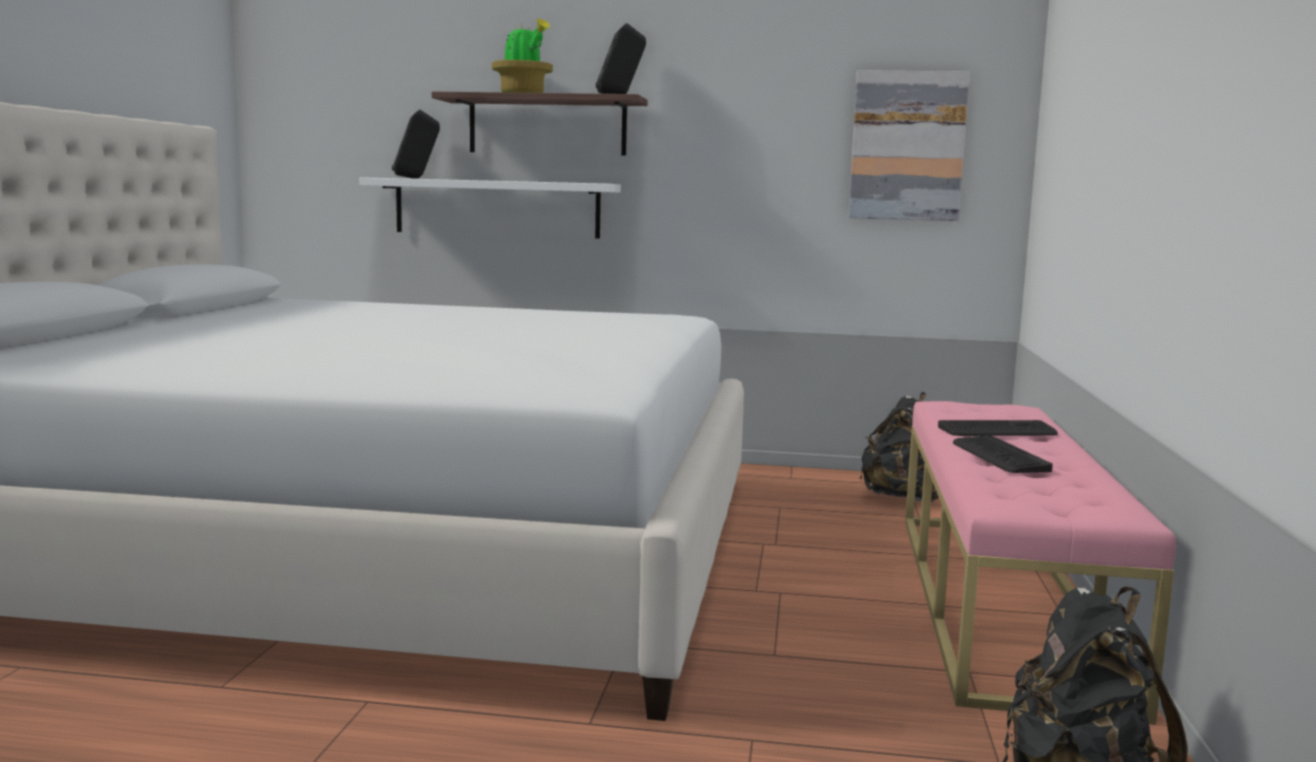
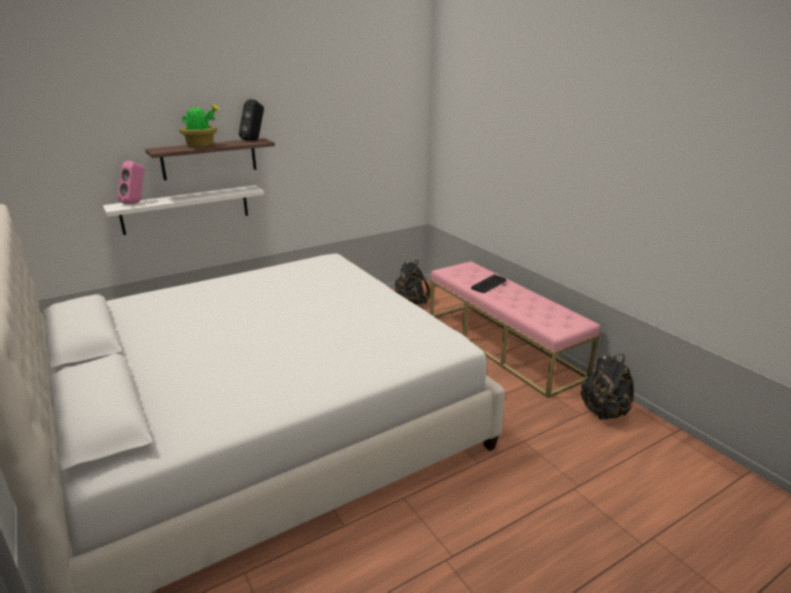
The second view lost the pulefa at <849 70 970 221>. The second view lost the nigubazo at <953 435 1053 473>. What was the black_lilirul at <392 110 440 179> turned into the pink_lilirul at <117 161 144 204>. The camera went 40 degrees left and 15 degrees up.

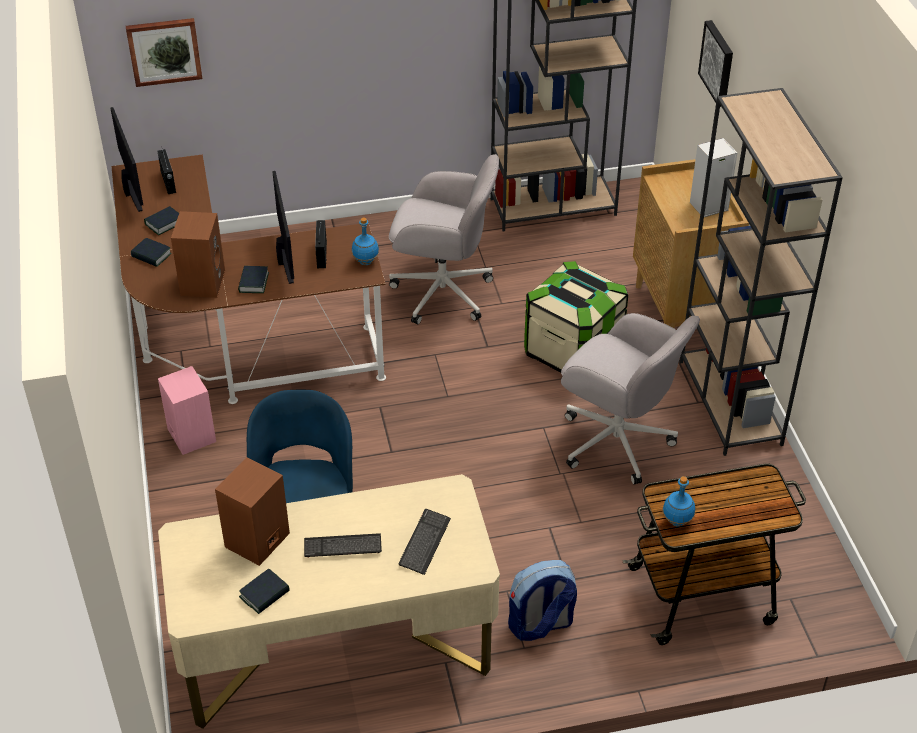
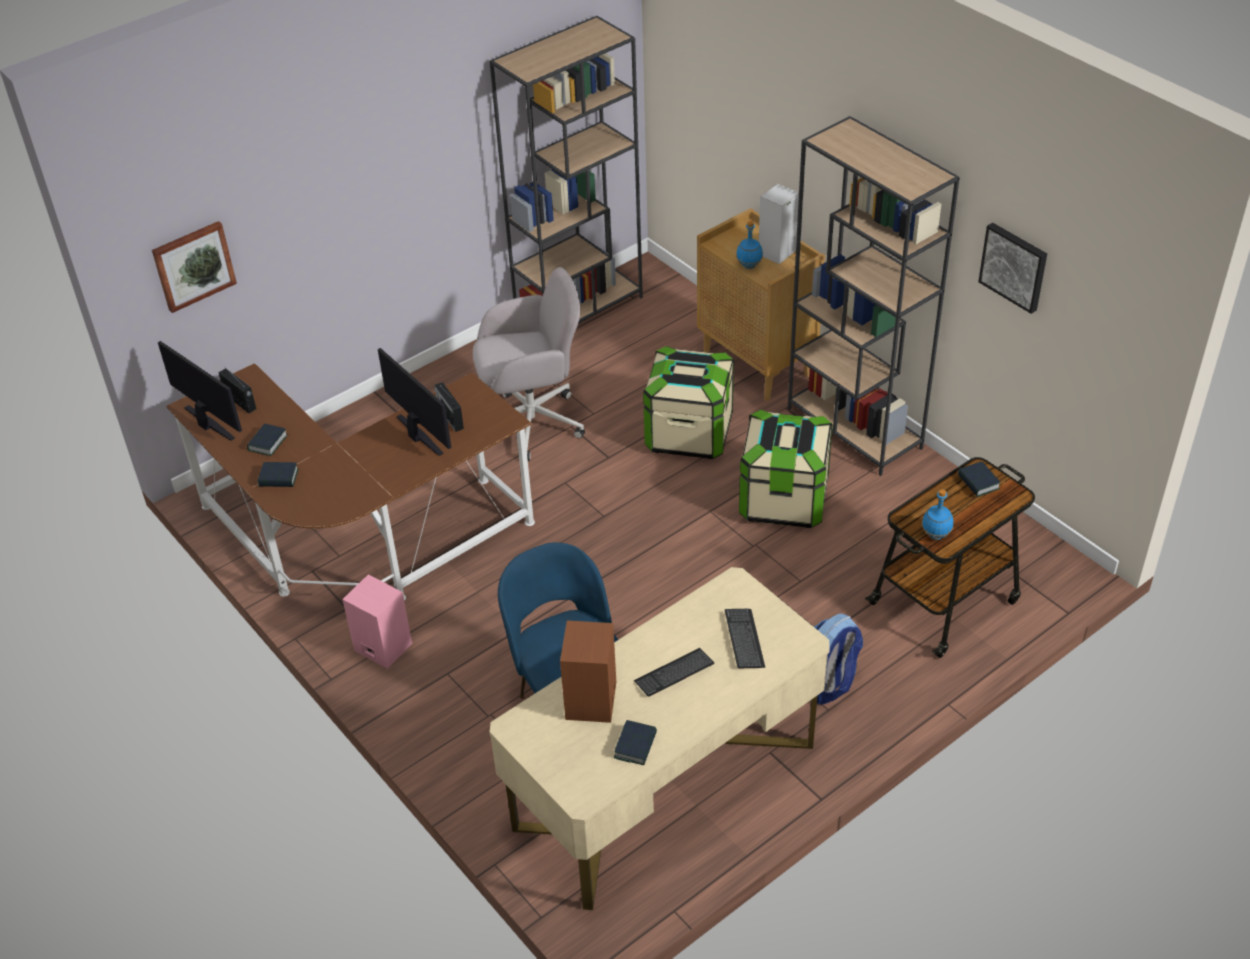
The second view lost the brown_lilirul at <171 211 225 298>. The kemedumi ended up elsewhere, having gone from <238 266 269 293> to <958 461 1001 497>. The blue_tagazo ended up elsewhere, having gone from <352 217 379 265> to <736 221 763 269>. The pulefa ended up elsewhere, having gone from <698 20 733 107> to <978 223 1047 314>. Where the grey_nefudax stood at <561 313 700 485>, the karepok came to stand at <739 410 833 528>. The camera went 25 degrees left and 0 degrees up.

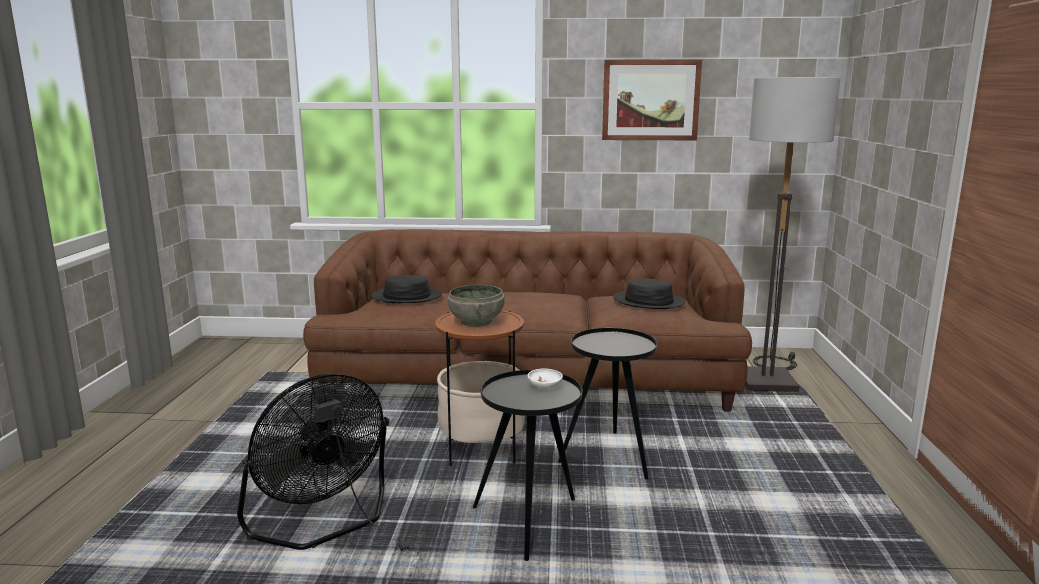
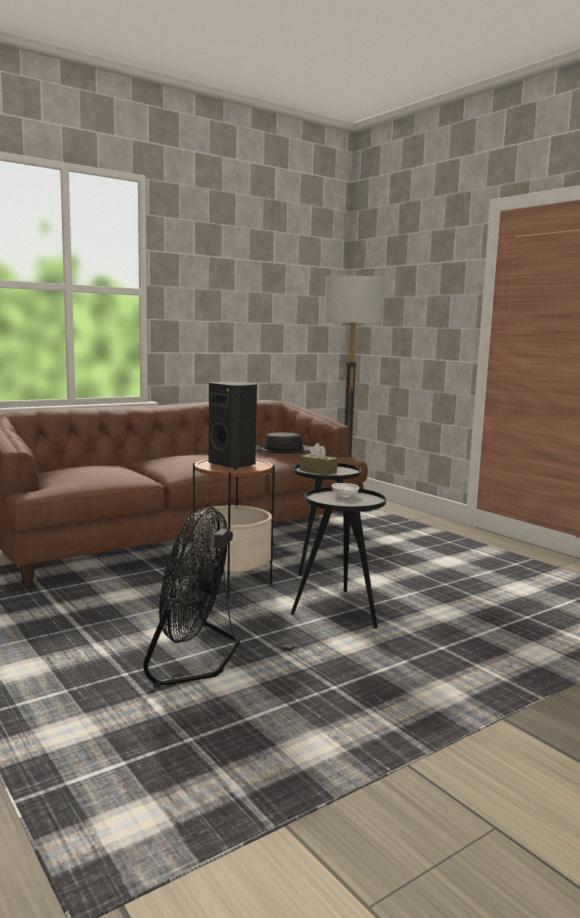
The second view lost the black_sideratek at <371 275 442 303>. The second view lost the pulefa at <602 59 702 140>. The second view gained the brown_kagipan at <300 443 338 475>. Where the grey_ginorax stood at <448 285 505 327>, the black_lilirul came to stand at <209 382 257 469>. The camera went 40 degrees left and 5 degrees down.

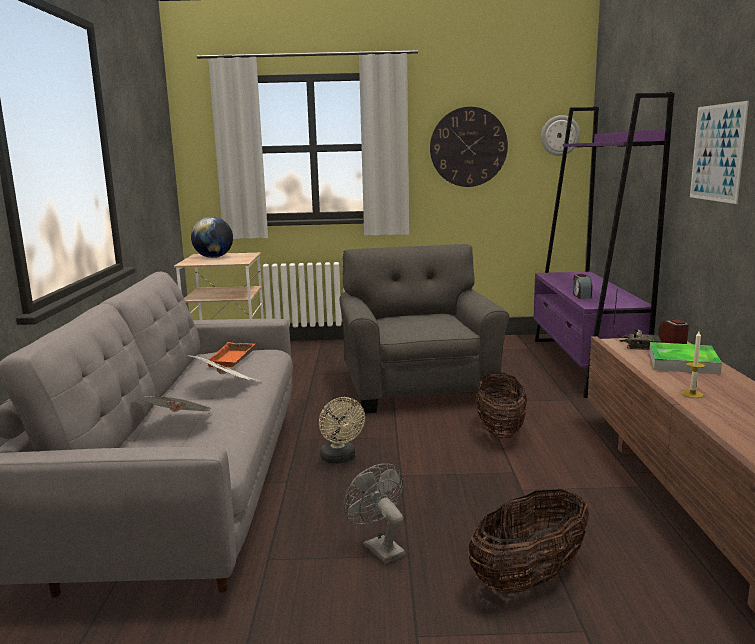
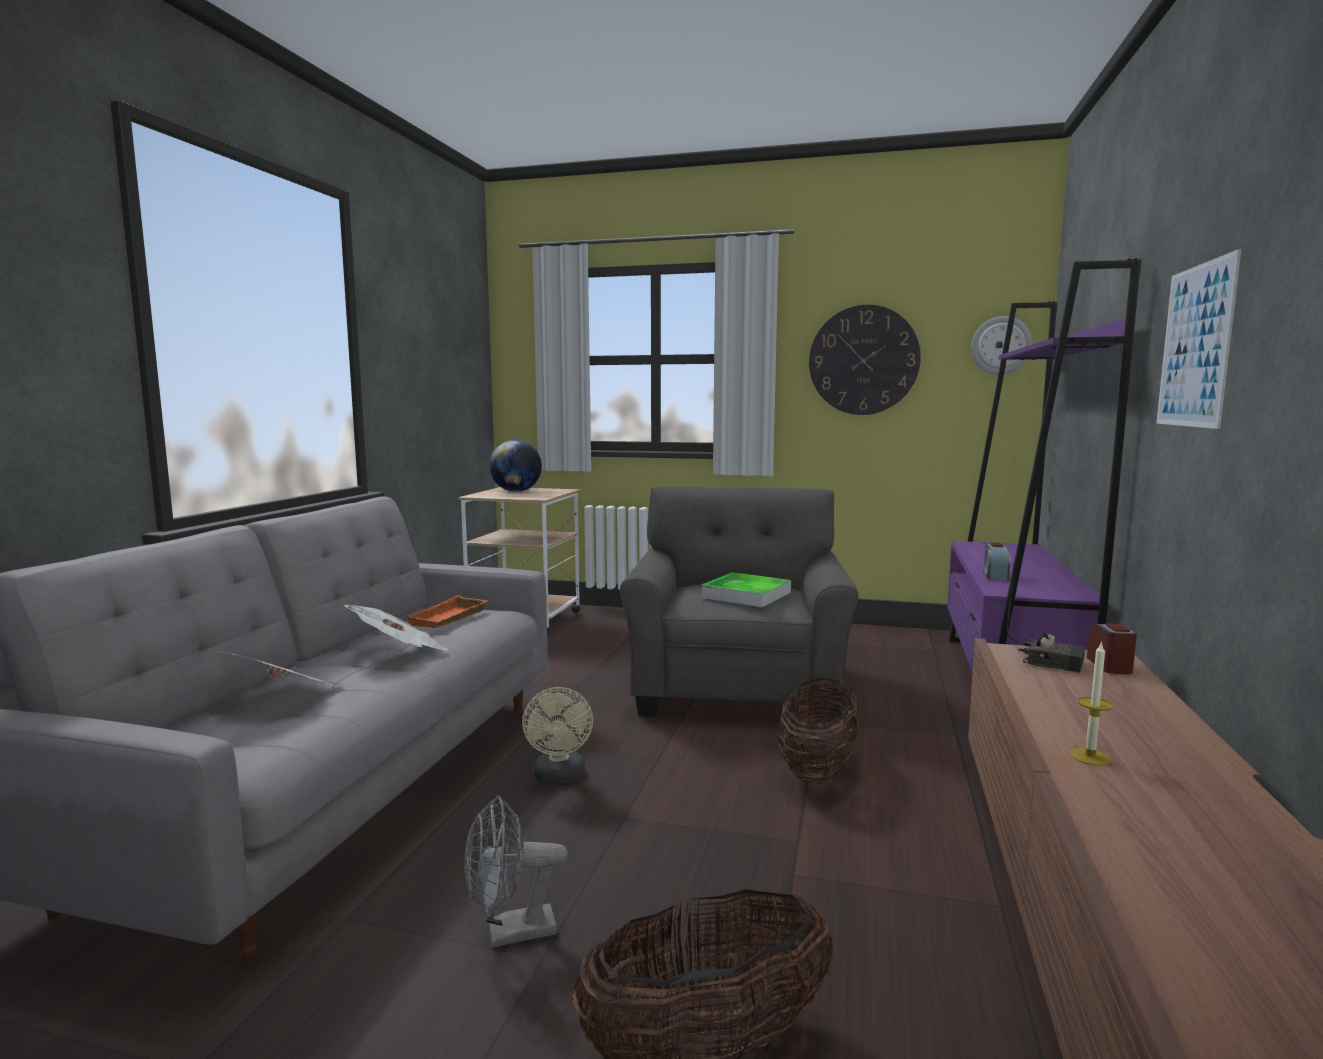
The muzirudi ended up elsewhere, having gone from <649 342 722 375> to <701 572 791 607>. The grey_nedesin at <343 463 405 564> ended up facing another way, 90 degrees counterclockwise from before. The camera went 15 degrees right and 5 degrees down.

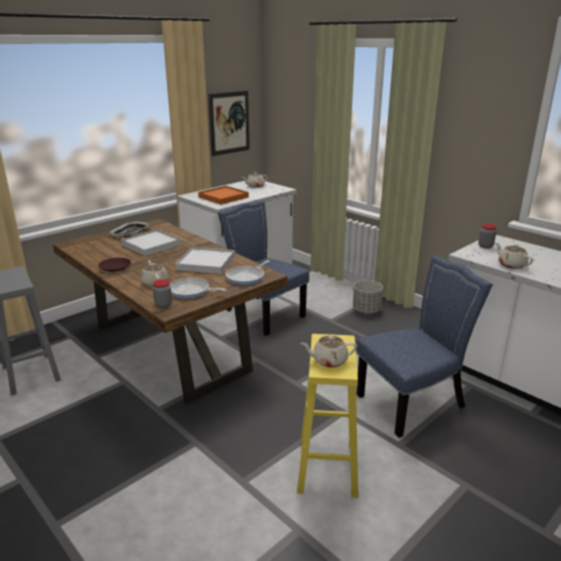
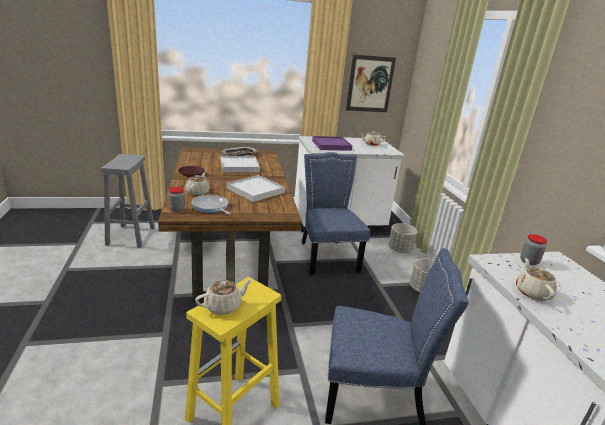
The second view lost the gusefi at <226 260 270 285>. The second view gained the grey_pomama at <388 223 418 253>. What was the orange_muzirudi at <198 186 249 205> turned into the purple_muzirudi at <312 136 352 151>. The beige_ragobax at <301 336 357 368> ended up facing another way, 120 degrees clockwise from before. The camera went 30 degrees right and 0 degrees up.

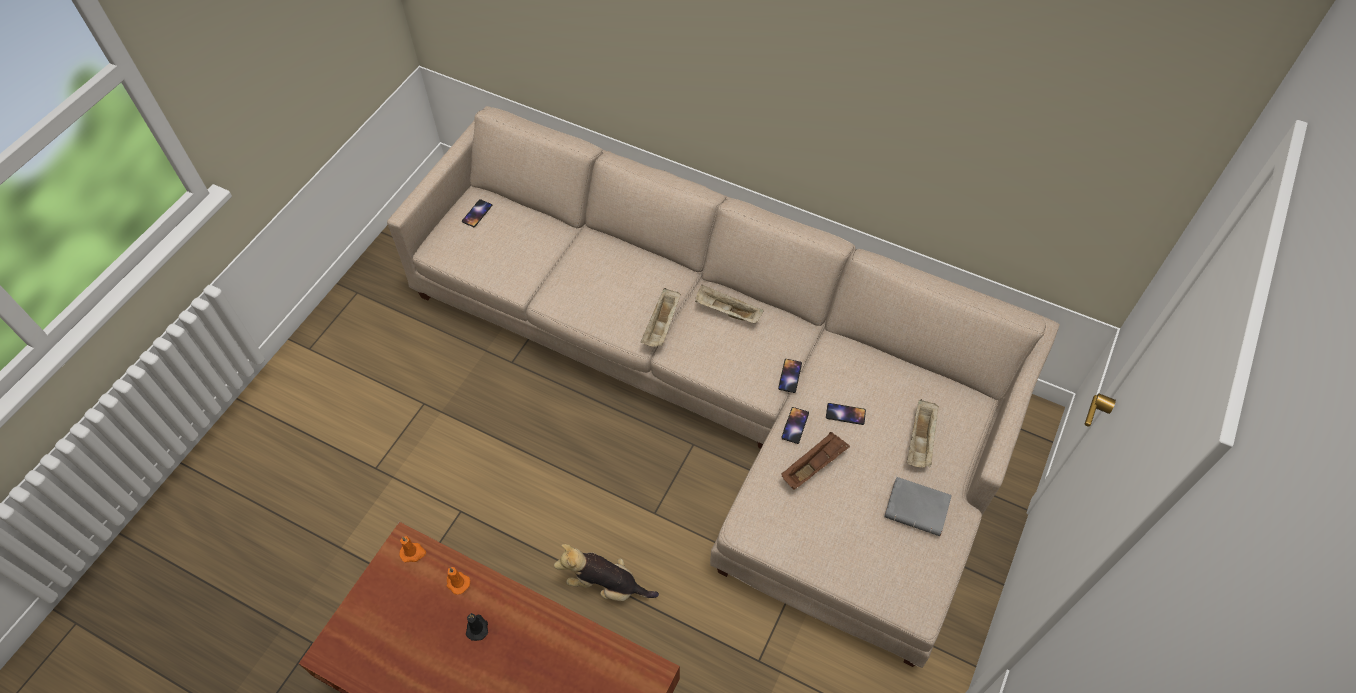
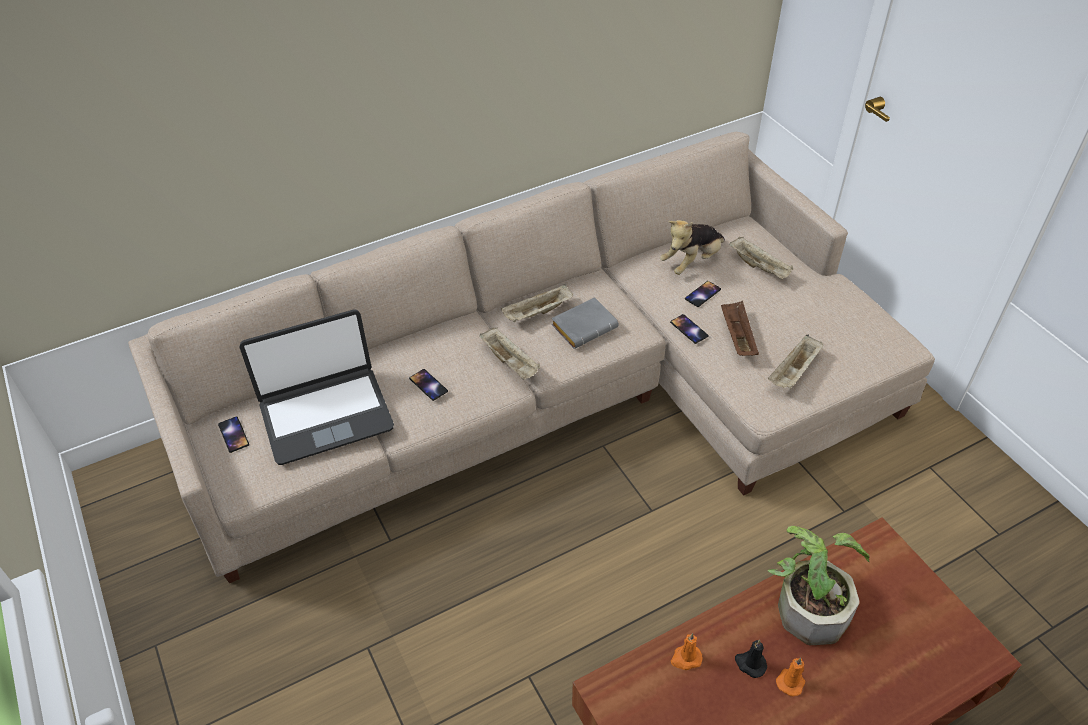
The second view gained the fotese at <239 310 394 465>. The second view gained the beige_muzirudi at <768 334 824 389>. The second view gained the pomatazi at <768 526 870 645>. The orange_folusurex ended up elsewhere, having gone from <399 536 426 563> to <776 658 805 696>. The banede ended up elsewhere, having gone from <554 544 659 601> to <660 220 725 275>. The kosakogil ended up elsewhere, having gone from <778 359 802 393> to <409 369 448 401>. The grey_kemedumi ended up elsewhere, having gone from <884 477 952 536> to <551 297 619 349>. The camera went 55 degrees left and 10 degrees down.

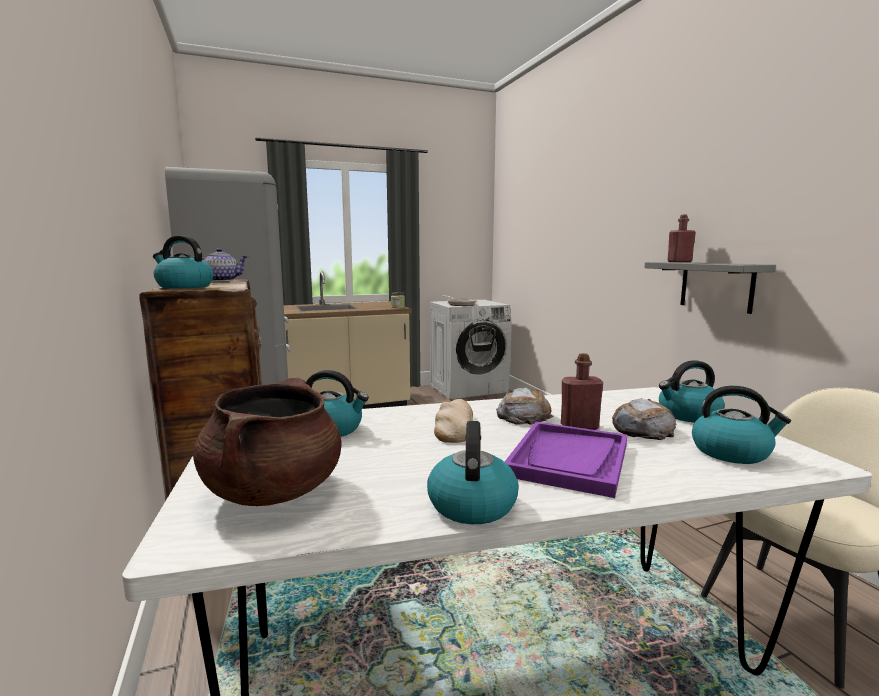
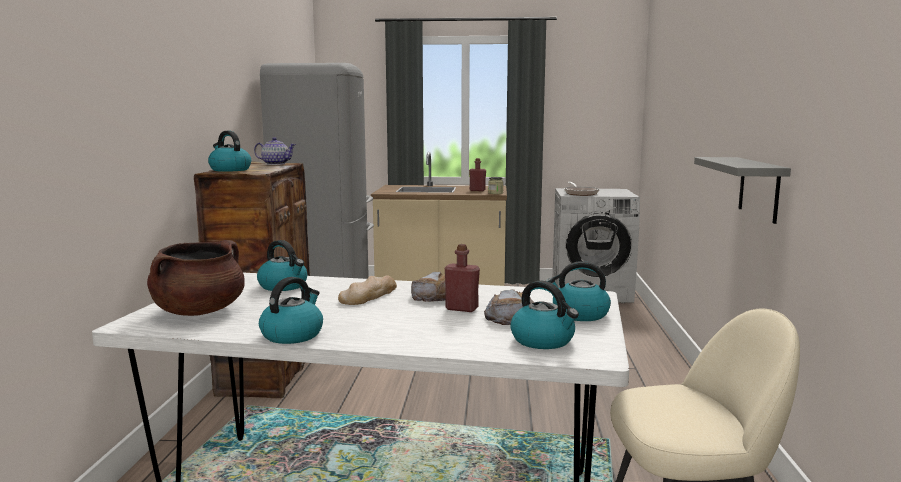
The second view lost the purple_muzirudi at <505 422 627 498>. The red_tagazo ended up elsewhere, having gone from <667 214 696 262> to <469 158 486 191>. The camera went 25 degrees right and 0 degrees up.

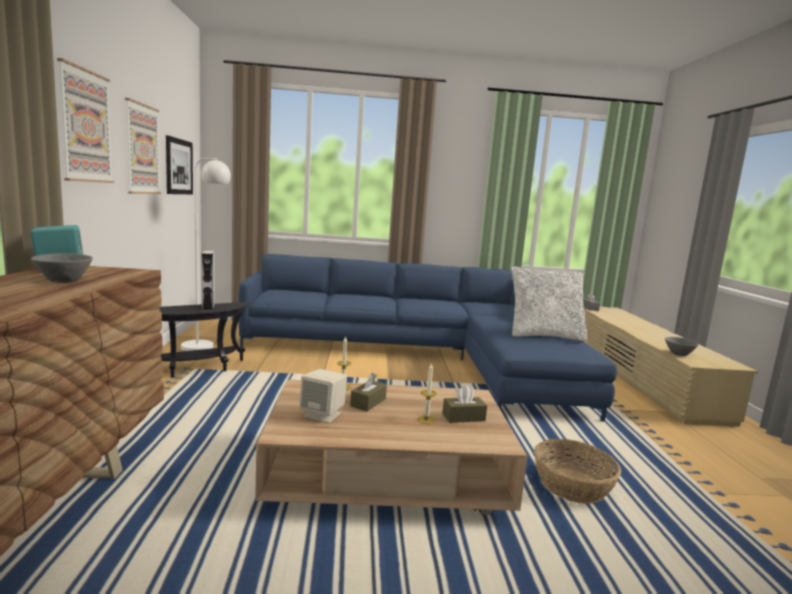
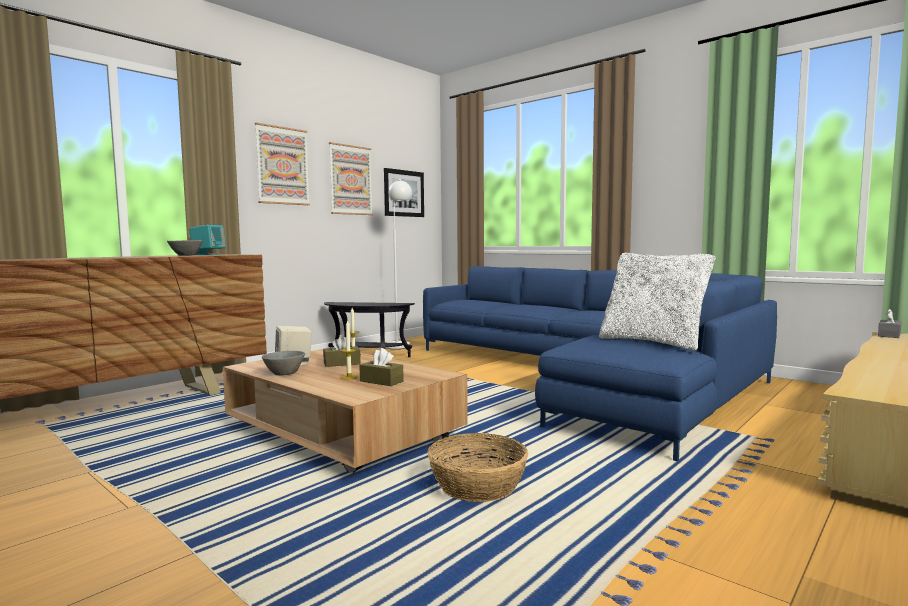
The second view lost the grey_lilirul at <201 250 215 311>. The grey_ginorax ended up elsewhere, having gone from <665 337 699 356> to <262 351 305 375>. The camera went 45 degrees right and 5 degrees down.

